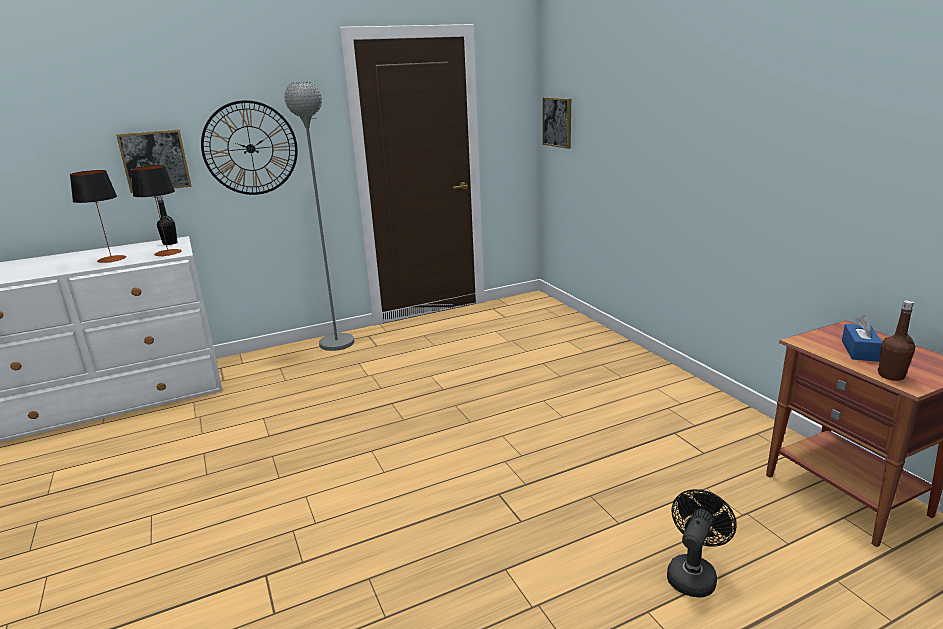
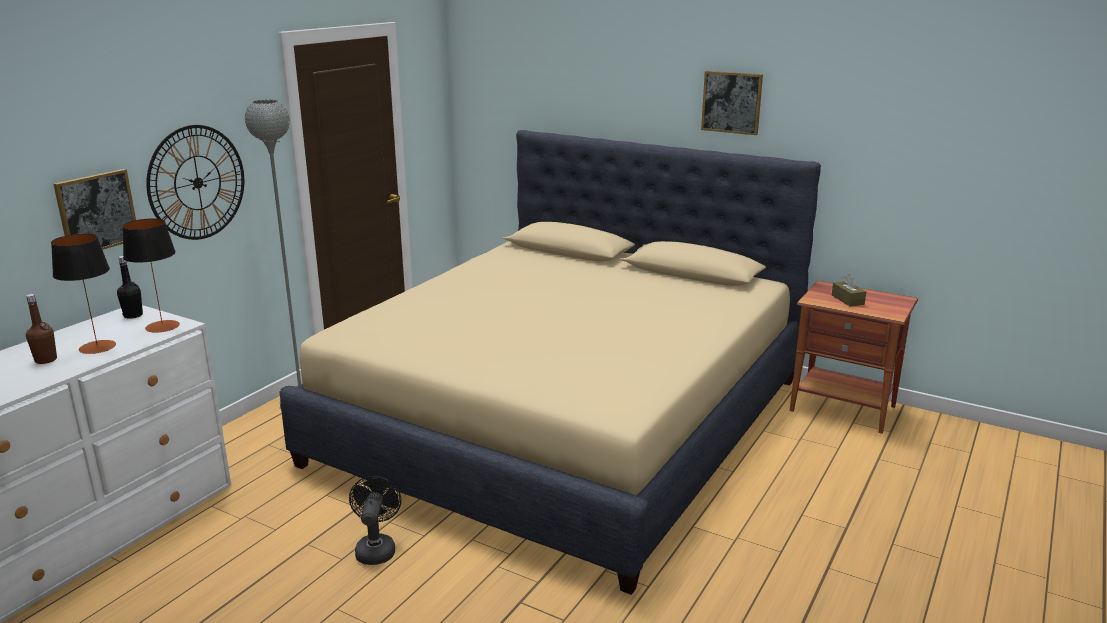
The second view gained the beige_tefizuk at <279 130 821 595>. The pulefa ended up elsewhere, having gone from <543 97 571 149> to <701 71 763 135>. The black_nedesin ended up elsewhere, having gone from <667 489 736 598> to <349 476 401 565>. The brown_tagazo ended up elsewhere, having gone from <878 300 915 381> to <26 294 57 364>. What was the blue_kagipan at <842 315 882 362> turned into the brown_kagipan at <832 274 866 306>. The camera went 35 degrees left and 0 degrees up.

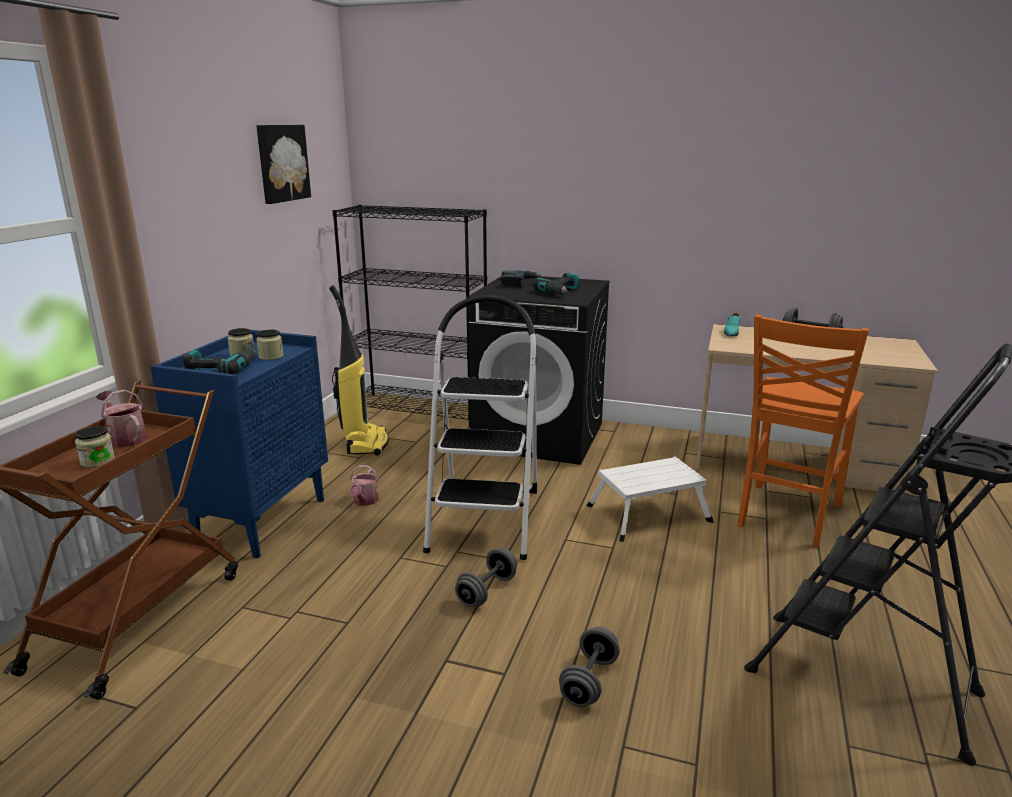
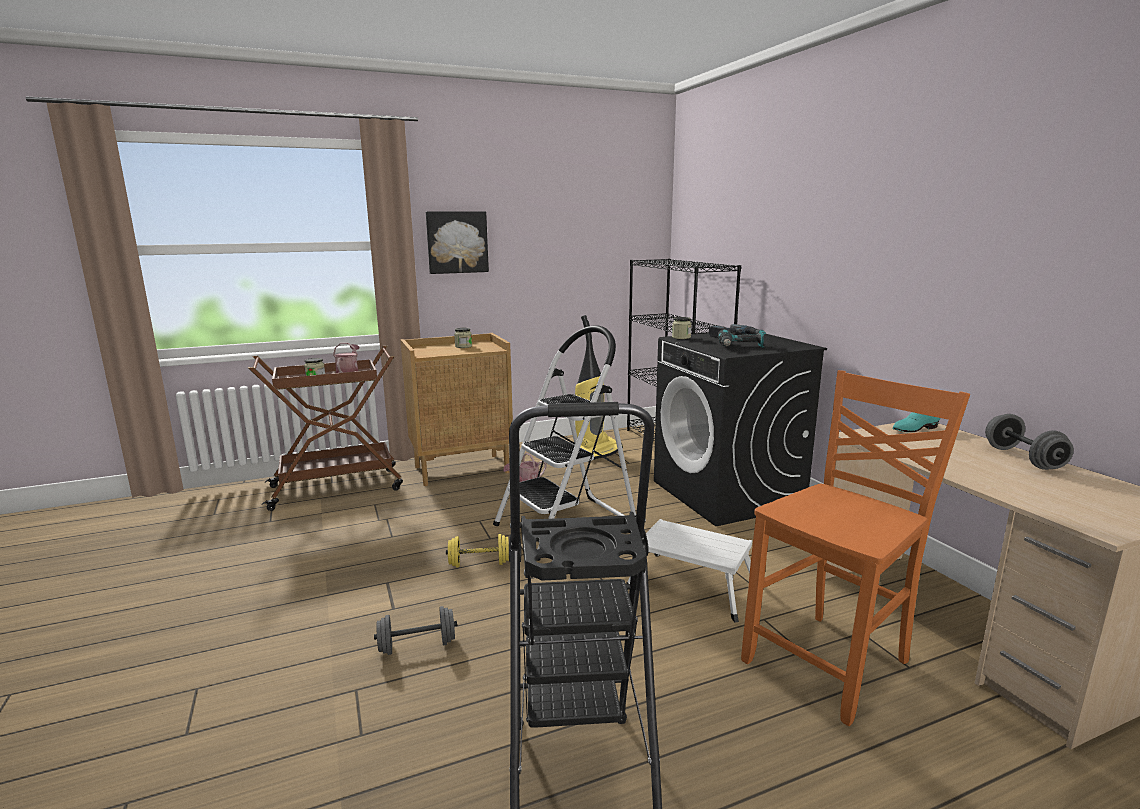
The second view lost the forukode at <183 349 255 374>. The pulefa ended up elsewhere, having gone from <256 125 311 204> to <426 211 489 274>. The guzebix ended up elsewhere, having gone from <256 329 284 360> to <672 317 692 339>. What was the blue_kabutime at <150 330 328 558> turned into the brown_kabutime at <400 333 513 486>. What was the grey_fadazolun at <455 548 517 607> turned into the yellow_fadazolun at <446 534 509 567>. The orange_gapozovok at <737 315 869 547> ended up facing another way, 150 degrees clockwise from before. The camera went 50 degrees right and 5 degrees down.

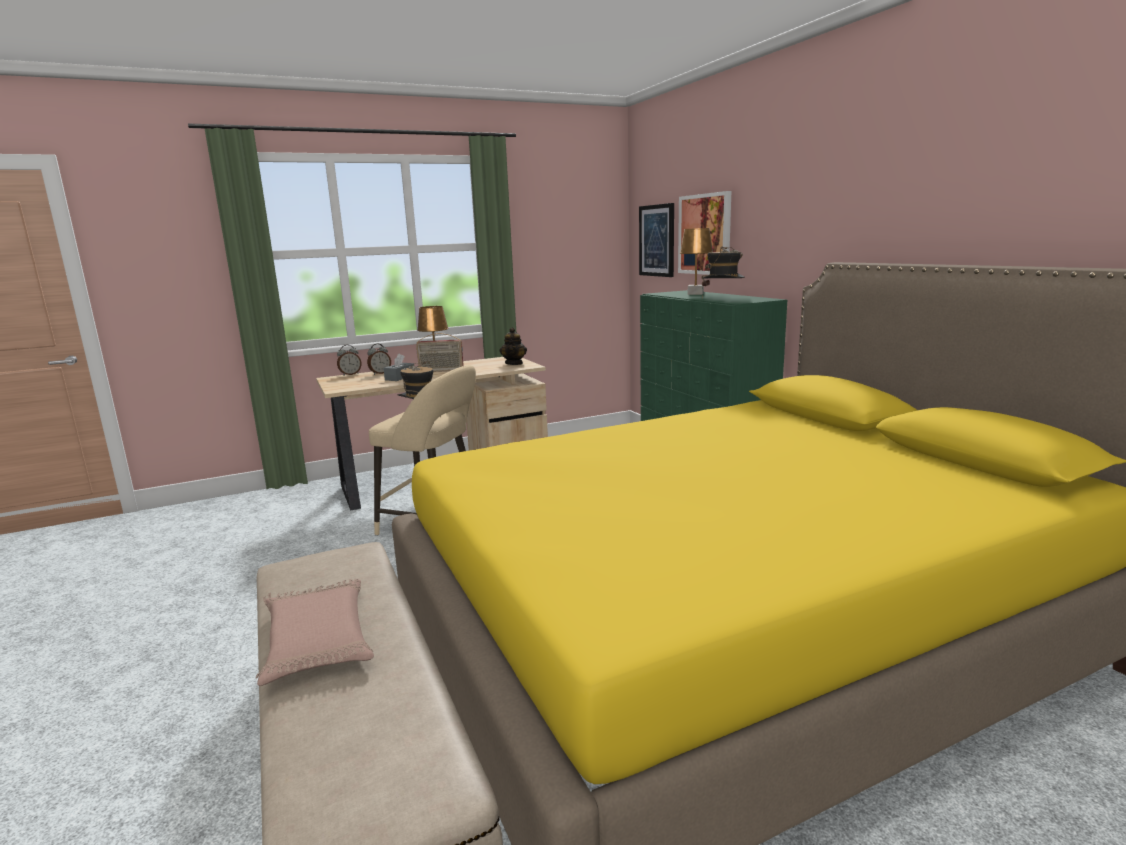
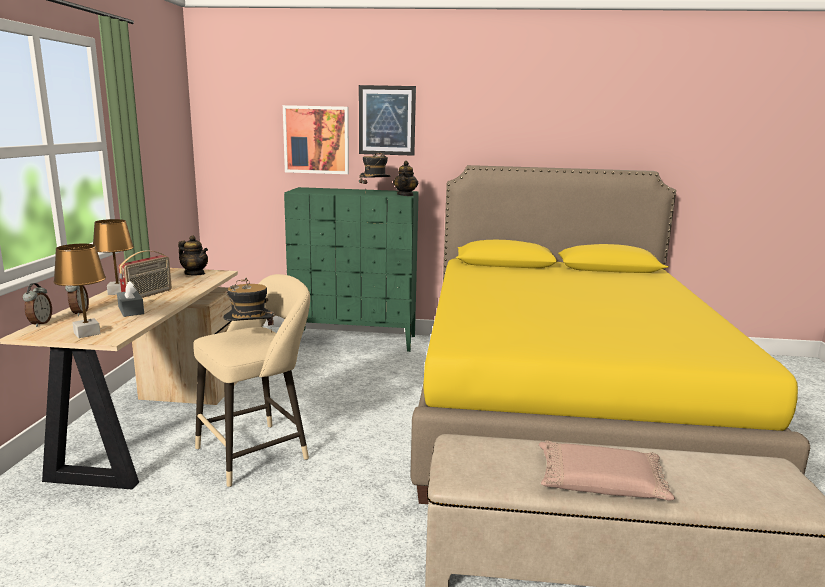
The second view gained the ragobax at <393 161 418 196>. The pulefa ended up elsewhere, having gone from <639 203 674 277> to <359 85 416 156>. The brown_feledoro ended up elsewhere, having gone from <680 228 713 295> to <53 244 106 338>. The camera went 60 degrees left and 0 degrees up.

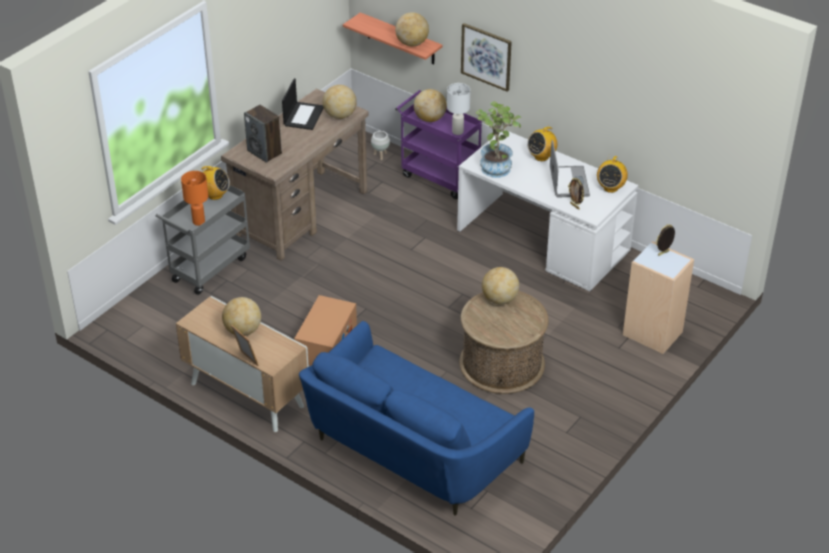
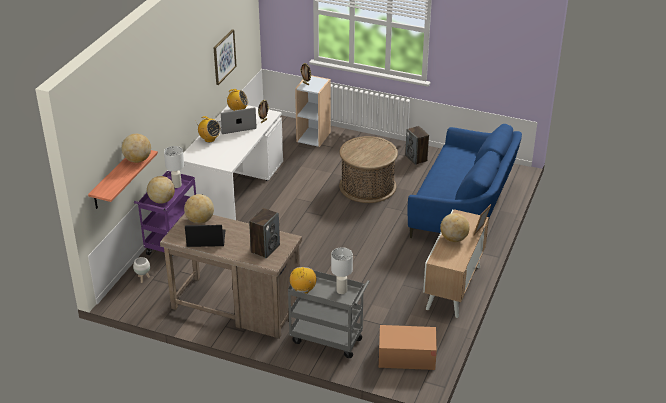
The second view lost the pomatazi at <476 101 521 178>. The second view lost the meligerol at <482 267 519 305>. The second view gained the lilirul at <405 126 429 165>. The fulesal ended up elsewhere, having gone from <294 295 357 366> to <379 325 437 370>. The pulefa ended up elsewhere, having gone from <461 23 512 92> to <213 29 237 85>. What was the orange_feledoro at <181 171 208 226> turned into the white_feledoro at <331 247 353 294>. The camera went 105 degrees left and 5 degrees down.

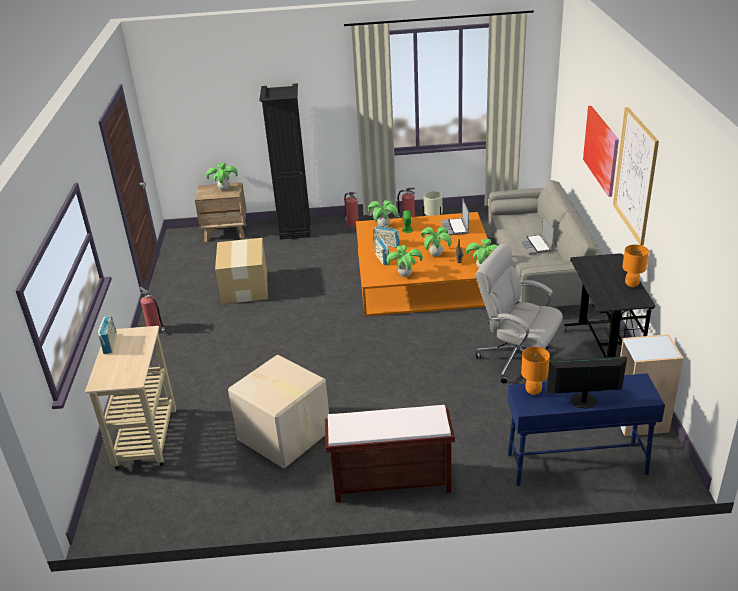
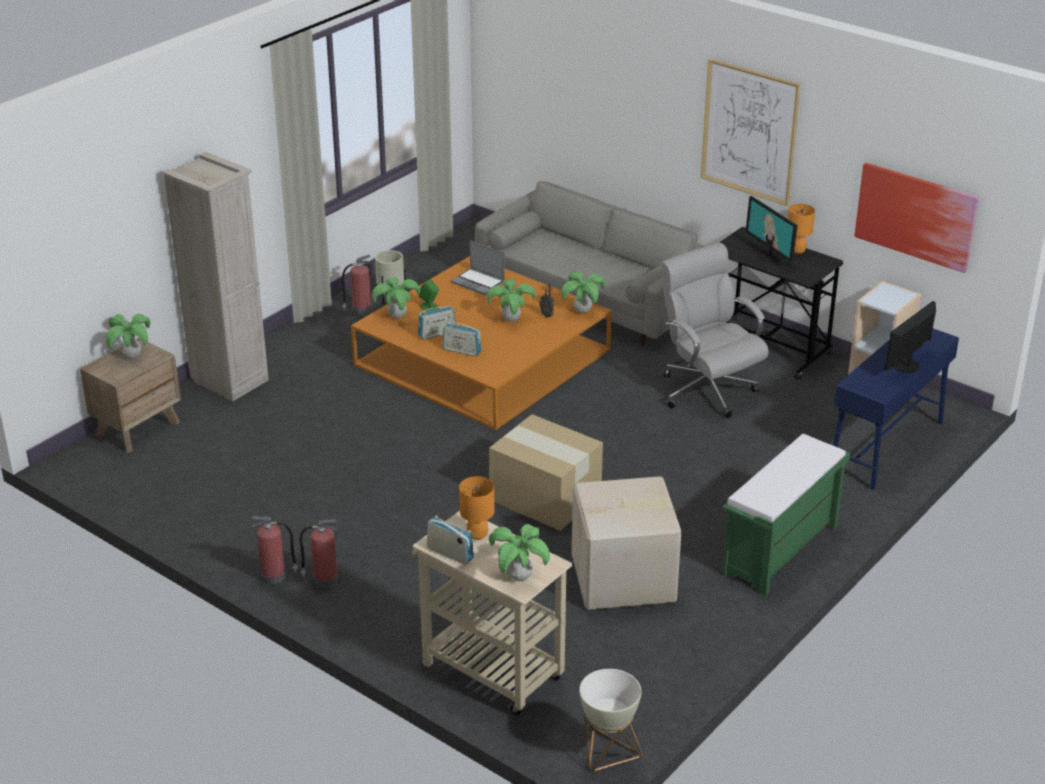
The second view lost the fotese at <519 214 554 254>. The second view gained the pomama at <579 669 643 771>. The second view gained the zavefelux at <745 196 798 263>. The fulesal ended up elsewhere, having gone from <215 238 268 304> to <489 414 603 531>. The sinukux ended up elsewhere, having gone from <344 192 359 230> to <300 519 338 588>. The pomatazi ended up elsewhere, having gone from <387 245 423 277> to <489 524 550 581>. The orange_feledoro ended up elsewhere, having gone from <521 347 550 395> to <459 476 495 540>. The pulefa ended up elsewhere, having gone from <583 106 619 197> to <854 163 979 273>. What was the black_kabutime at <259 83 310 240> turned into the beige_kabutime at <161 152 269 401>. What was the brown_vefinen at <325 405 455 503> turned into the green_vefinen at <722 434 850 596>. The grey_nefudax at <475 244 563 383> ended up facing another way, 75 degrees clockwise from before. The camera went 50 degrees left and 0 degrees up.

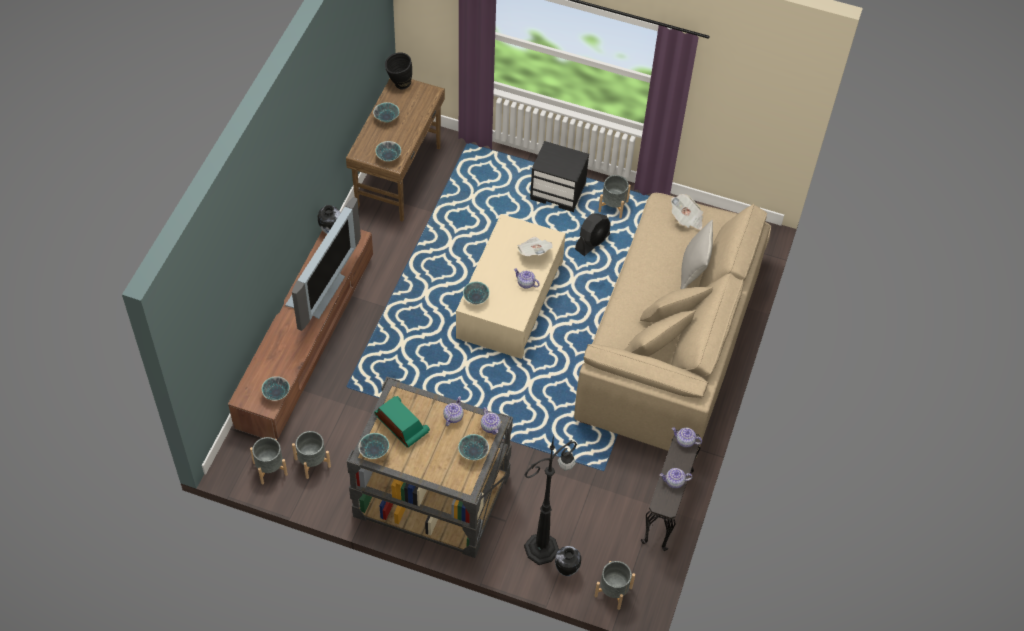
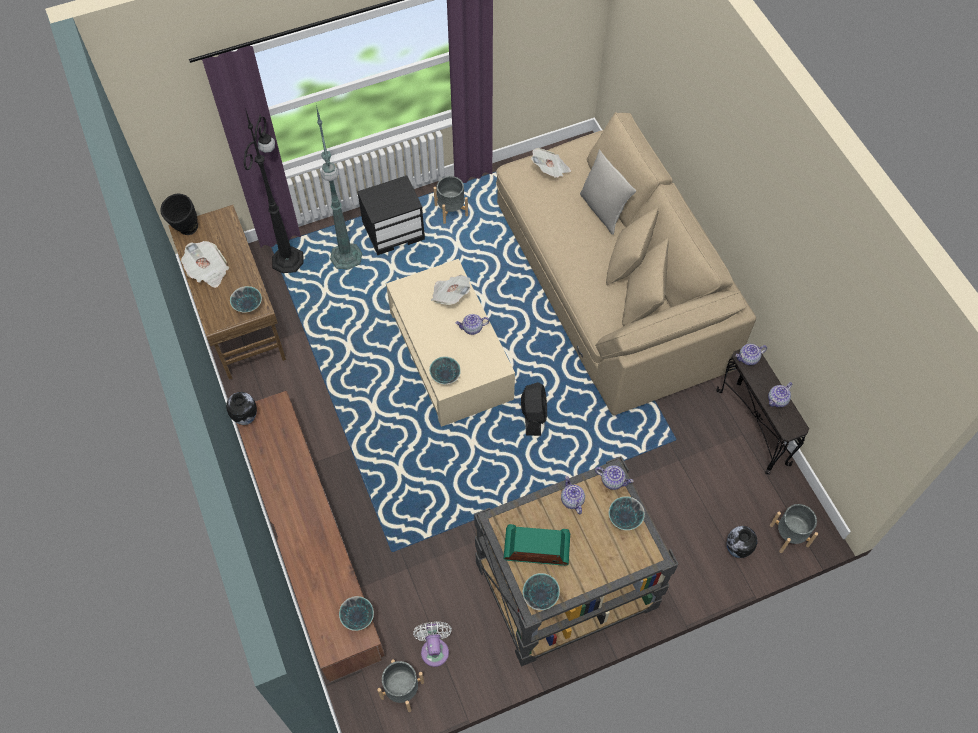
The second view lost the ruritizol at <285 197 361 331>. The second view gained the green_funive at <316 105 362 270>. The black_funive ended up elsewhere, having gone from <524 435 577 565> to <244 108 304 273>. The black_nedesin ended up elsewhere, having gone from <575 213 611 256> to <521 382 547 436>. Where the grey_pomama stood at <292 431 331 479>, the white_nedesin came to stand at <413 622 452 667>. Where the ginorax stood at <373 102 399 123>, the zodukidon came to stand at <181 241 229 288>. The camera went 40 degrees left and 5 degrees up.

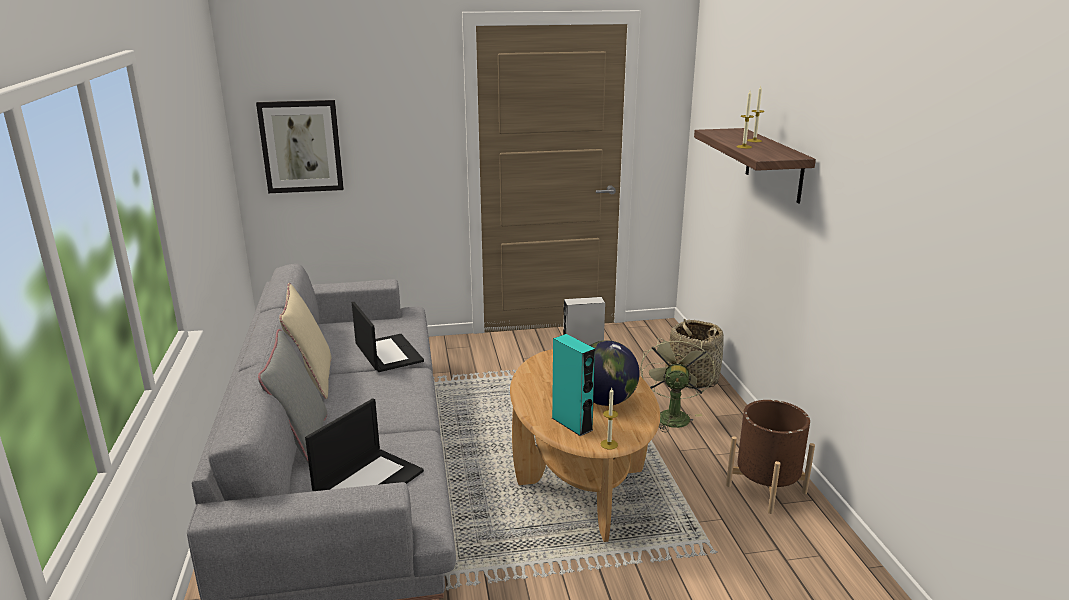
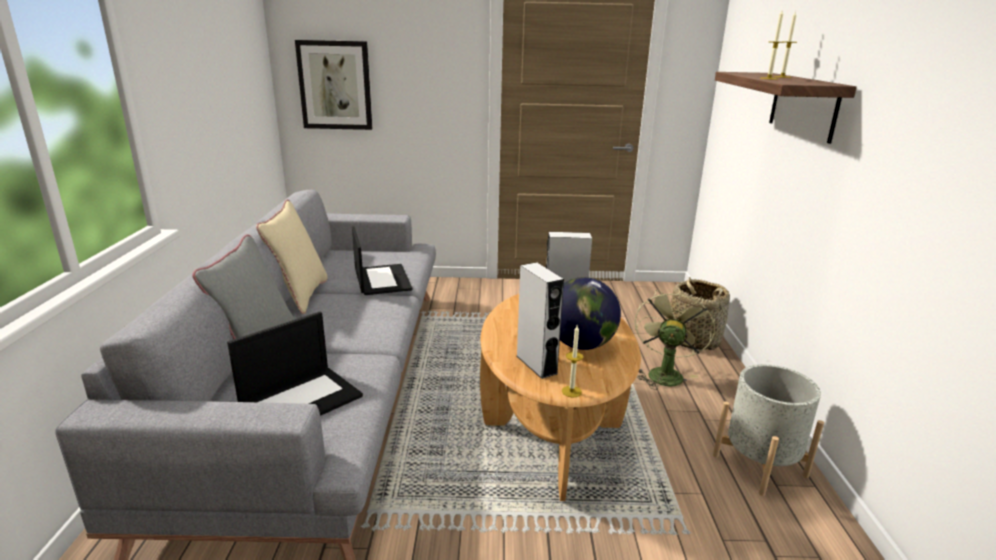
What was the turquoise_lilirul at <552 334 595 436> turned into the grey_lilirul at <517 262 564 379>. What was the brown_pomama at <726 400 815 514> turned into the grey_pomama at <713 364 824 496>. The camera went 10 degrees right and 0 degrees up.

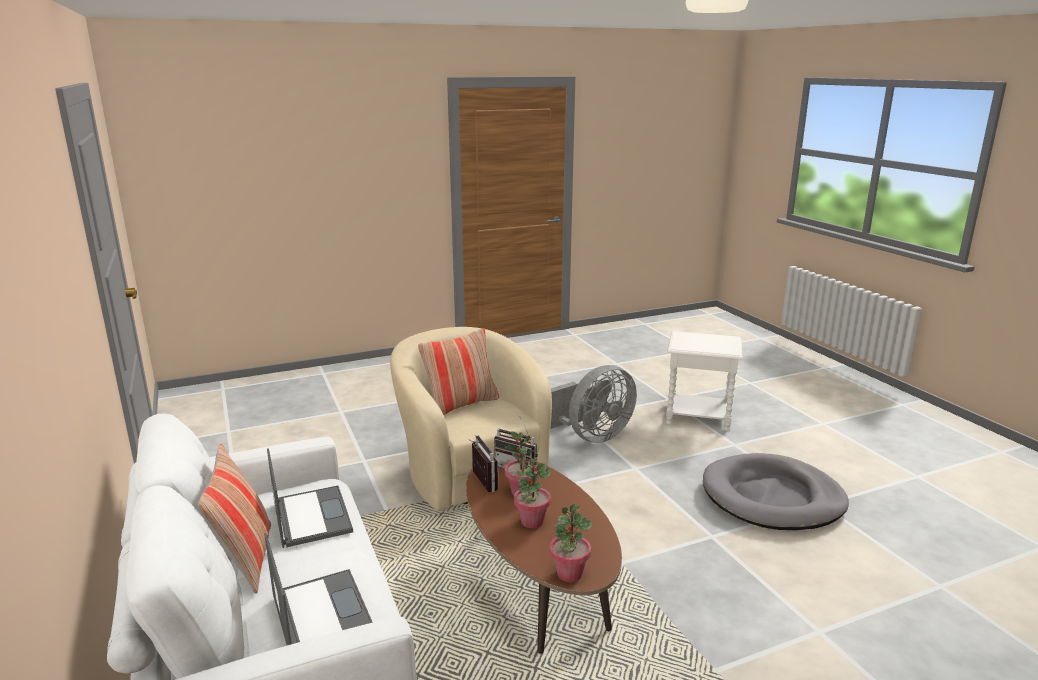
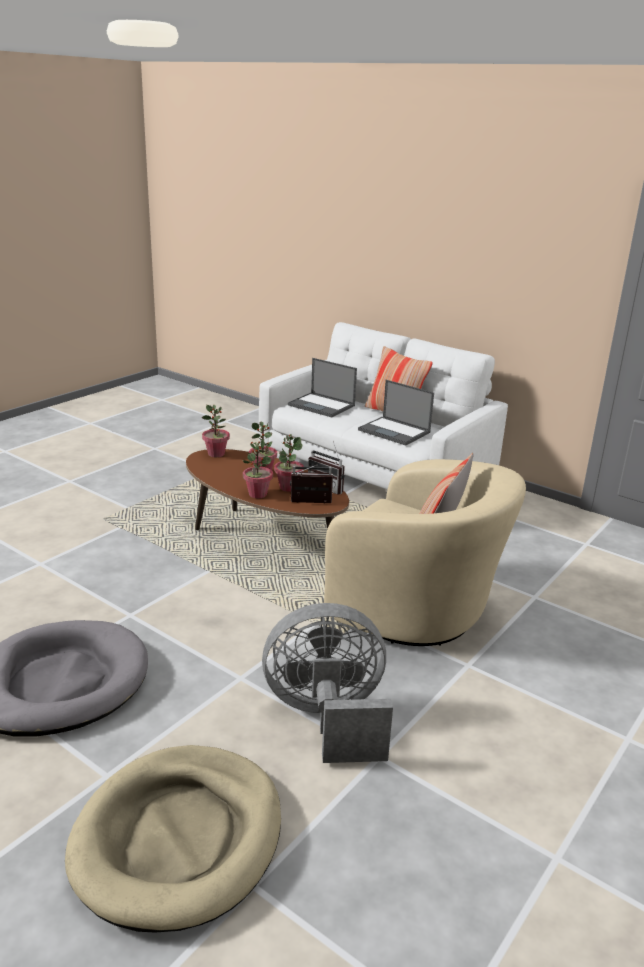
The second view gained the pomatazi at <243 439 273 498>. Where the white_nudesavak stood at <666 331 743 431>, the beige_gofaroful came to stand at <65 745 281 933>. The grey_nedesin at <550 365 637 443> ended up facing another way, 60 degrees clockwise from before. The camera went 150 degrees right and 5 degrees up.

